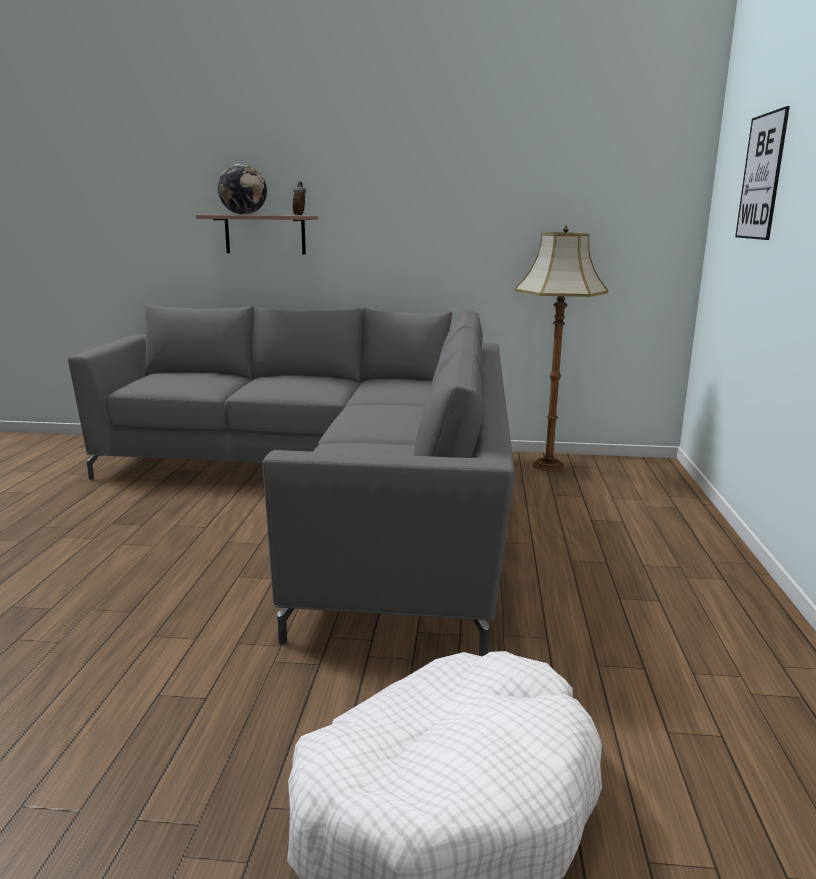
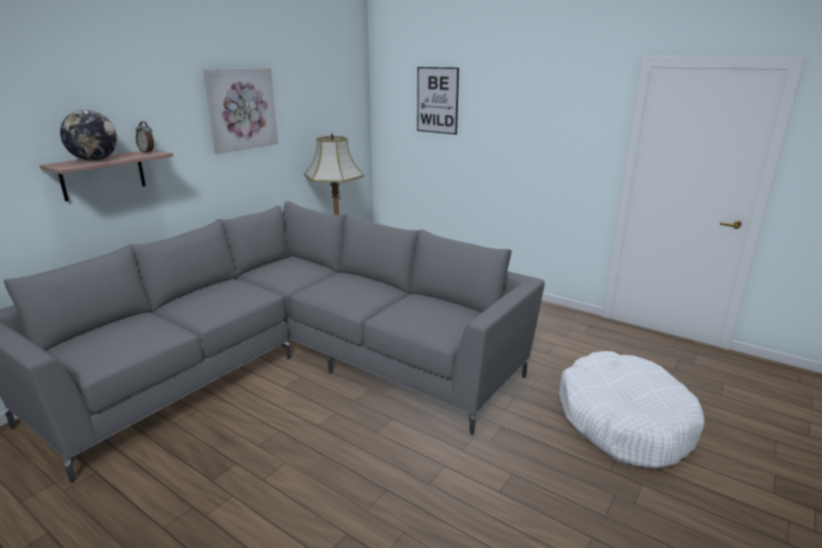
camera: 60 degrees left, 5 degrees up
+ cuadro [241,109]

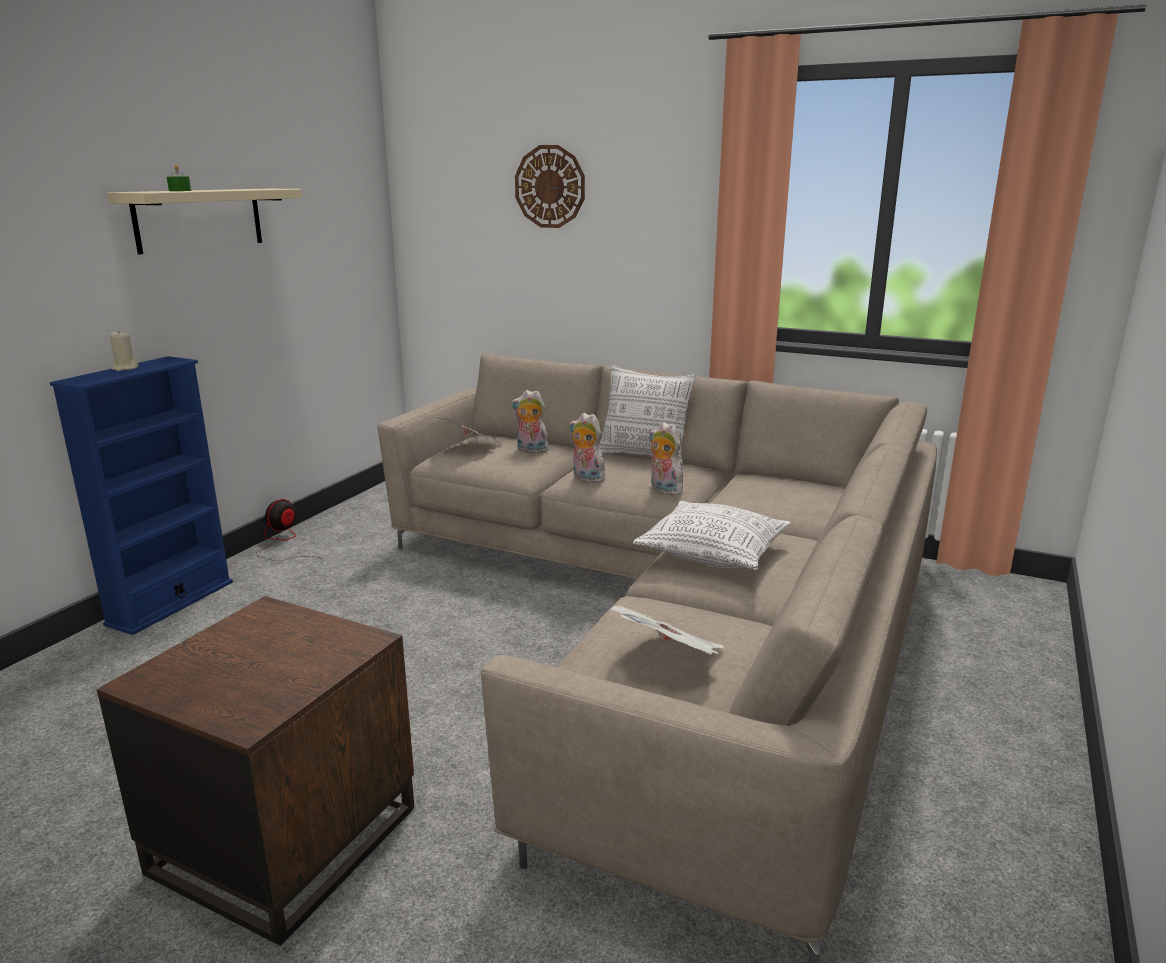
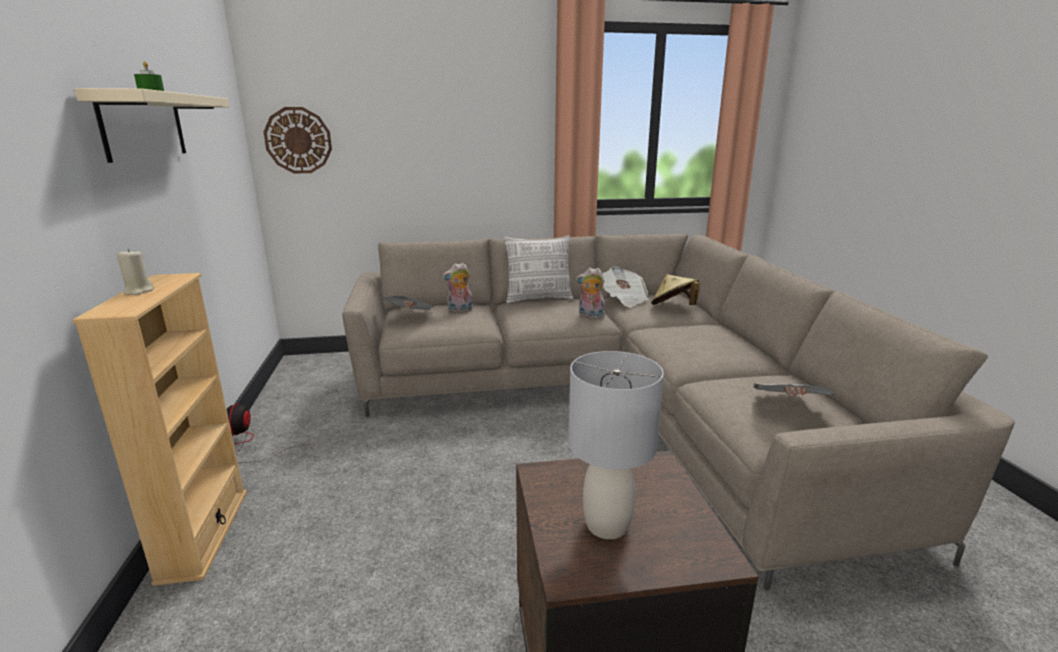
camera: 35 degrees left, 0 degrees up
~ estantería [azul] [171,603] to estantería [beis] [204,534]
~ reloj de pared [550,186] to [298,140]
- peluche [586,479]
- cojín [713,553]
+ lámpara de mesa [gris] [608,525]
+ periódico [624,299]
+ sombrero [beis] [673,307]

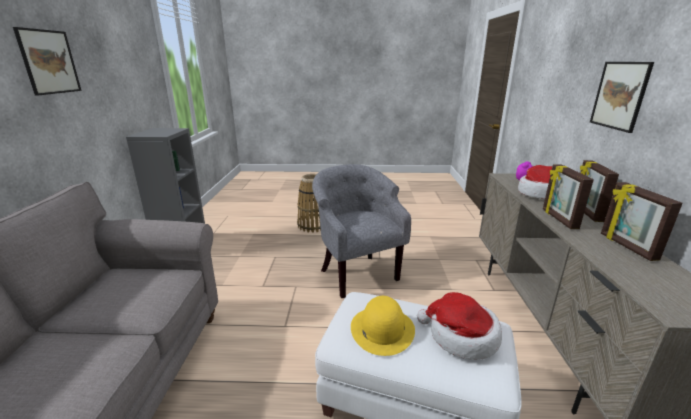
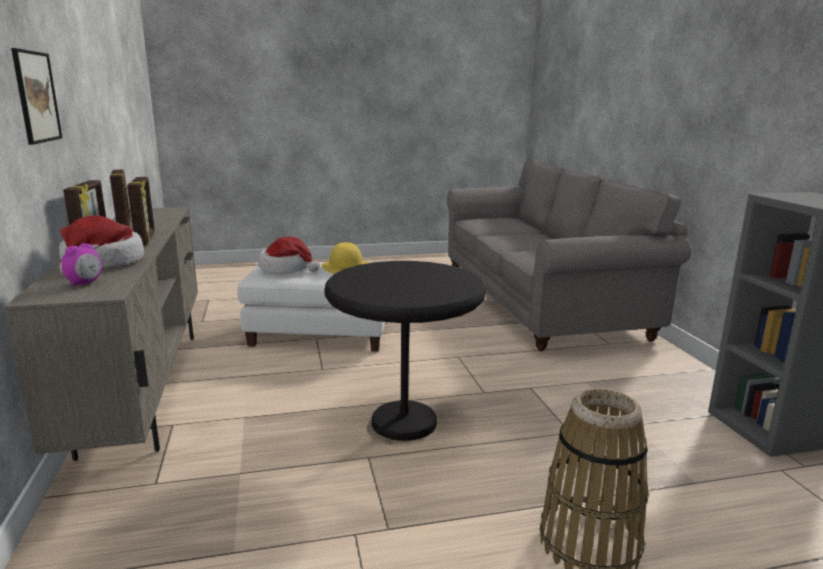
camera: 165 degrees right, 5 degrees down
- cuadro [49,62]
~ sillón [gris] [356,273] to mesa auxiliar [negro] [404,422]

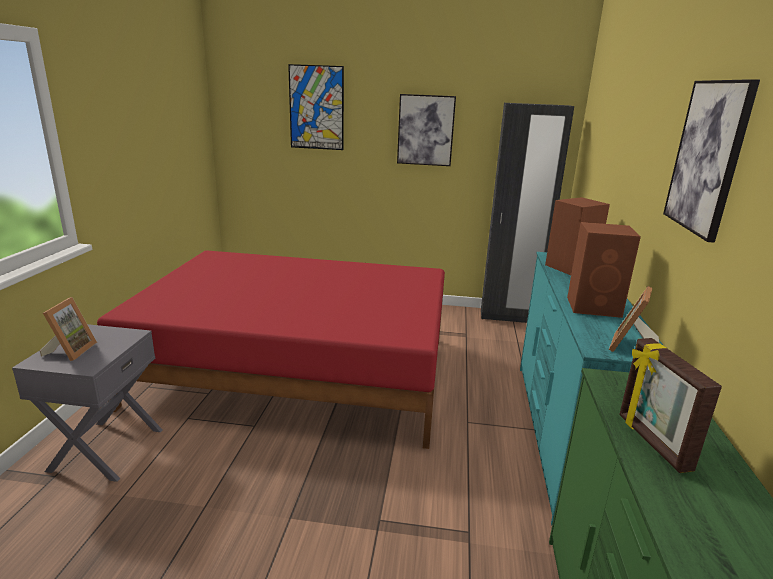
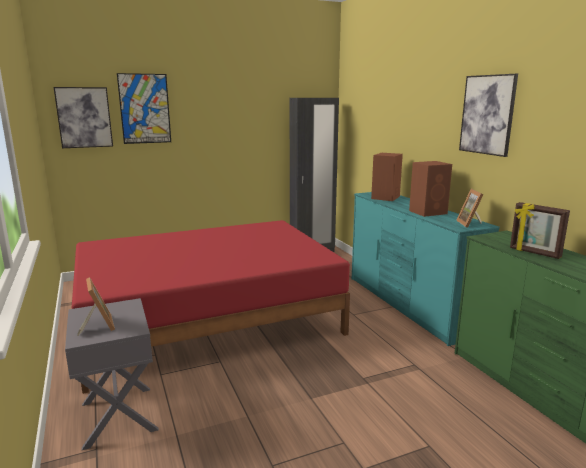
camera: 30 degrees left, 5 degrees down
~ cuadro [425,130] to [84,117]

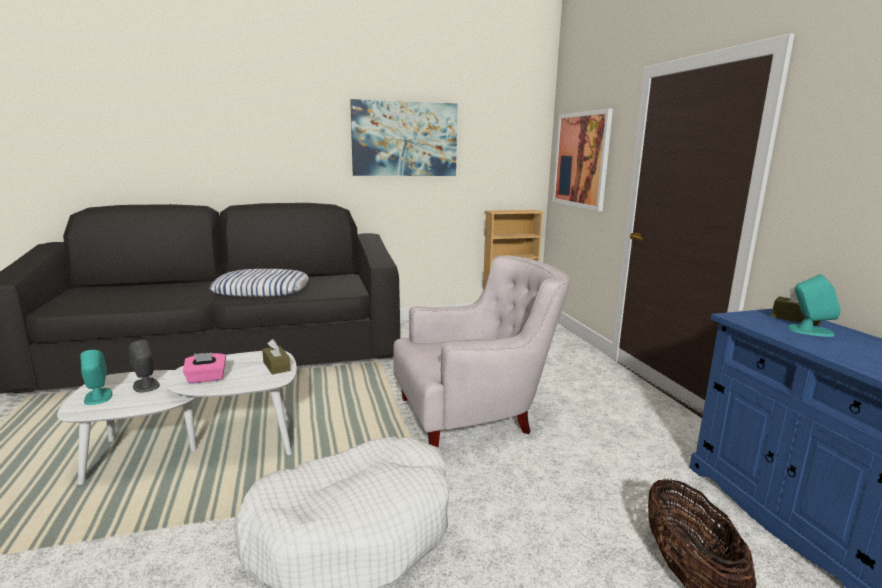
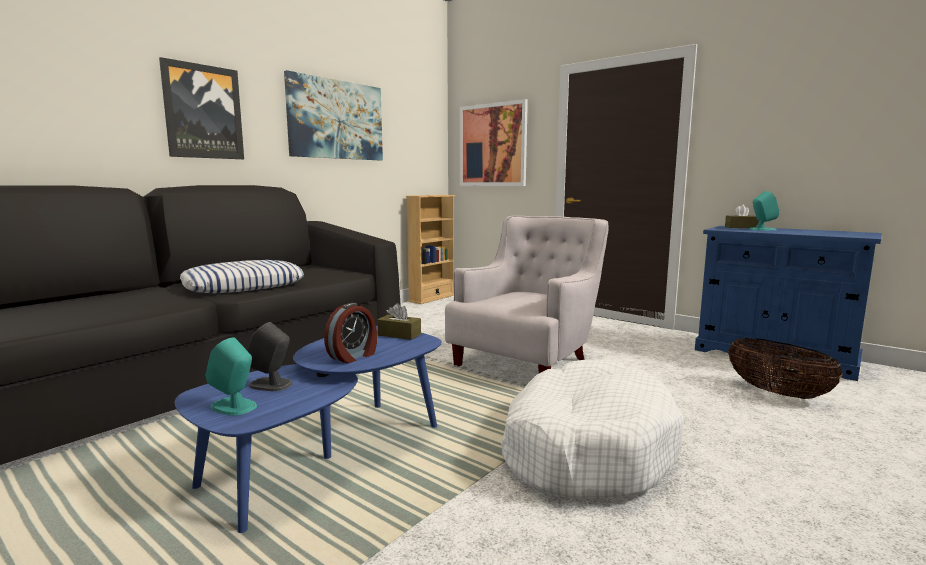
camera: 35 degrees left, 5 degrees down
~ mesa de centro [blanco] [197,448] to mesa de centro [azul] [328,455]
~ caja de pañuelos [rosa] [206,378] to despertador [353,356]
+ cuadro [203,112]

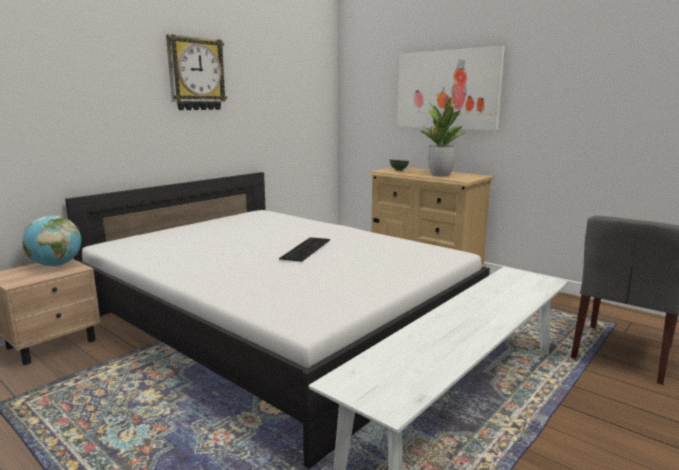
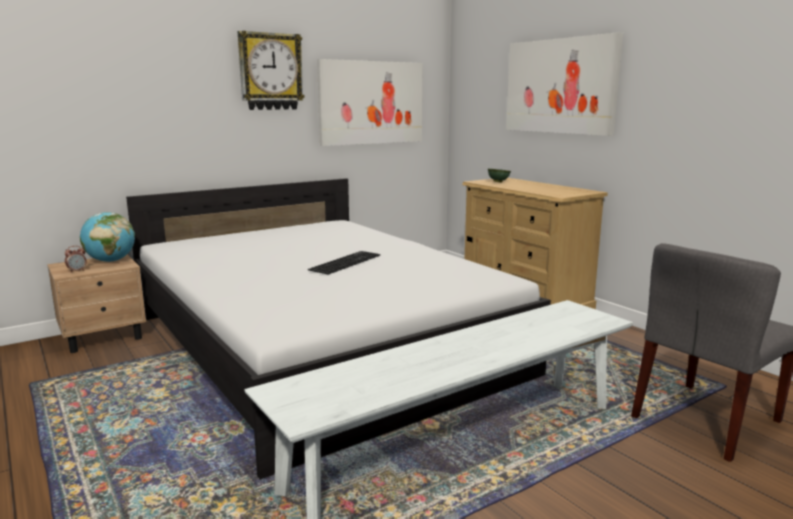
camera: 15 degrees right, 0 degrees up
- planta en maceta [440,175]
+ despertador [77,271]
+ cuadro [371,103]

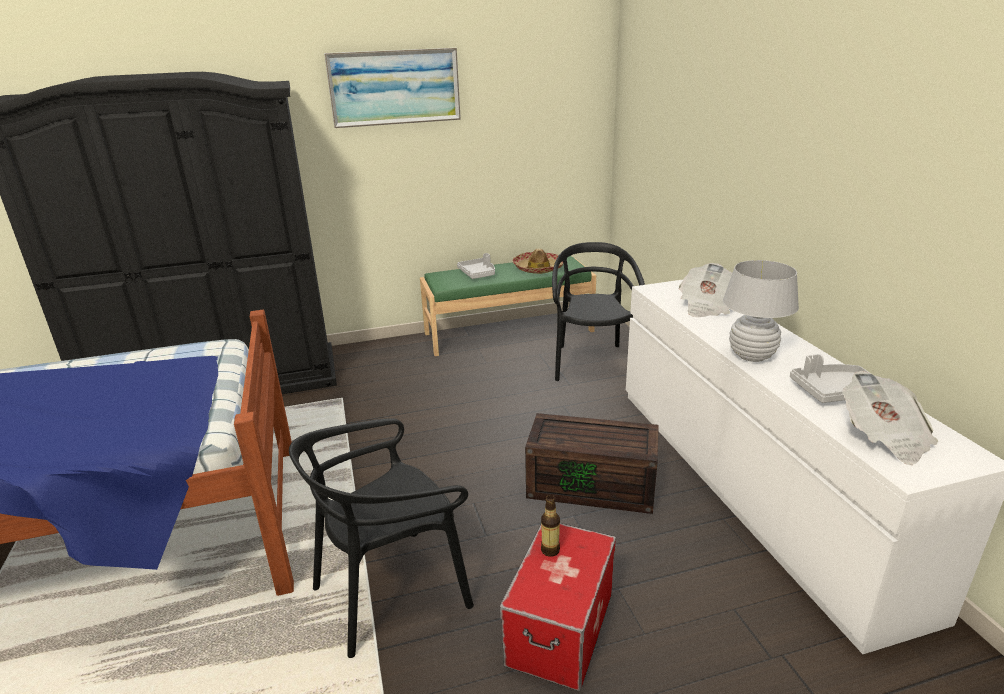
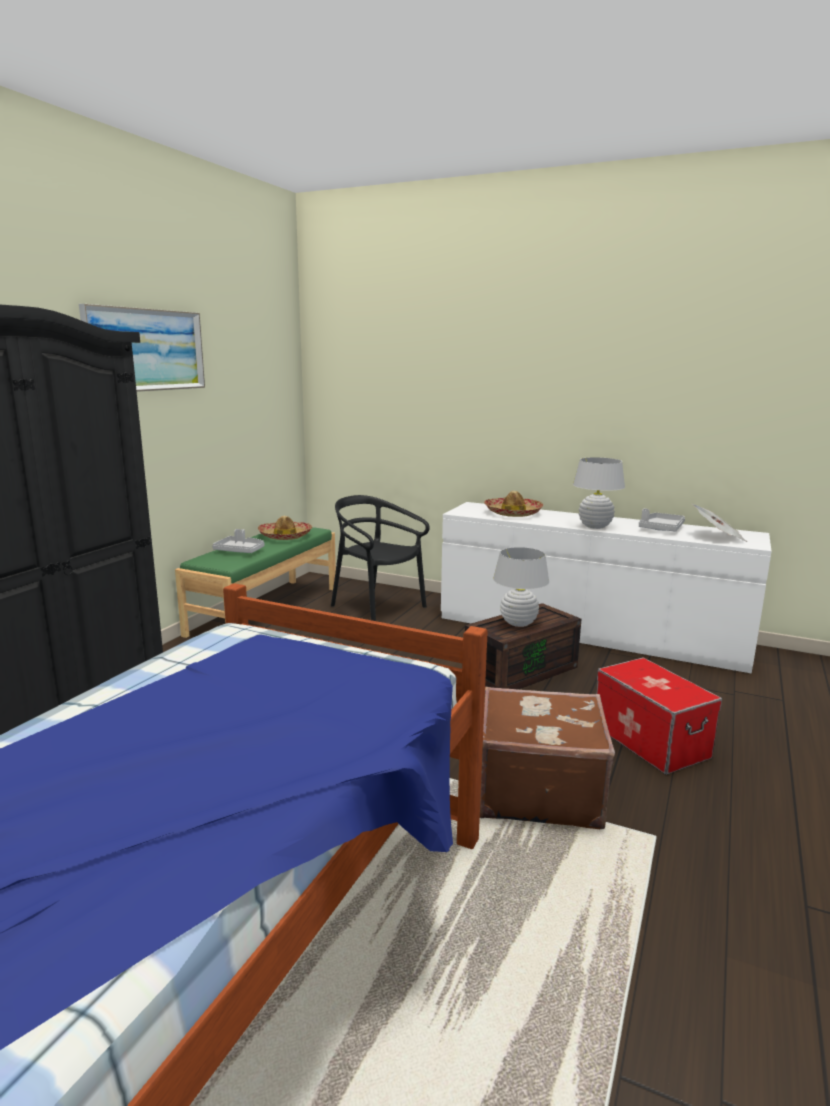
camera: 50 degrees left, 10 degrees down
~ silla [negro] [391,592] to maleta [marrón] [537,790]
- botella [550,550]
~ periódico [706,306] to sombrero [512,513]
+ lámpara de mesa [blanco] [518,623]

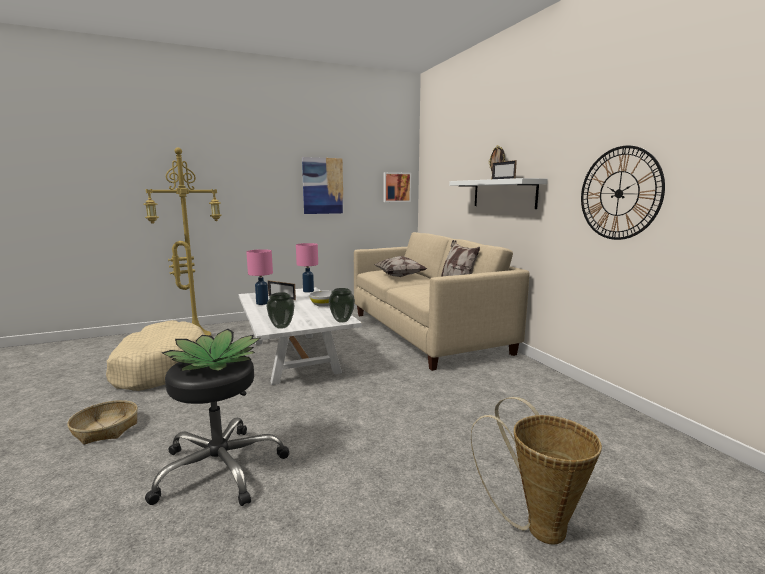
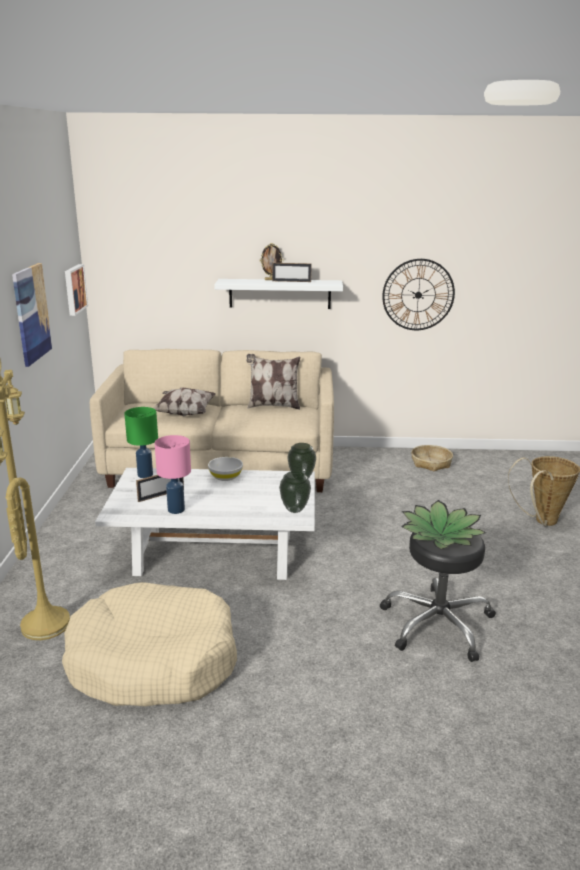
camera: 65 degrees left, 10 degrees up
~ cesta [106,429] to [431,463]
~ lámpara de mesa [rosa] [308,291] to lámpara de mesa [verde] [144,475]

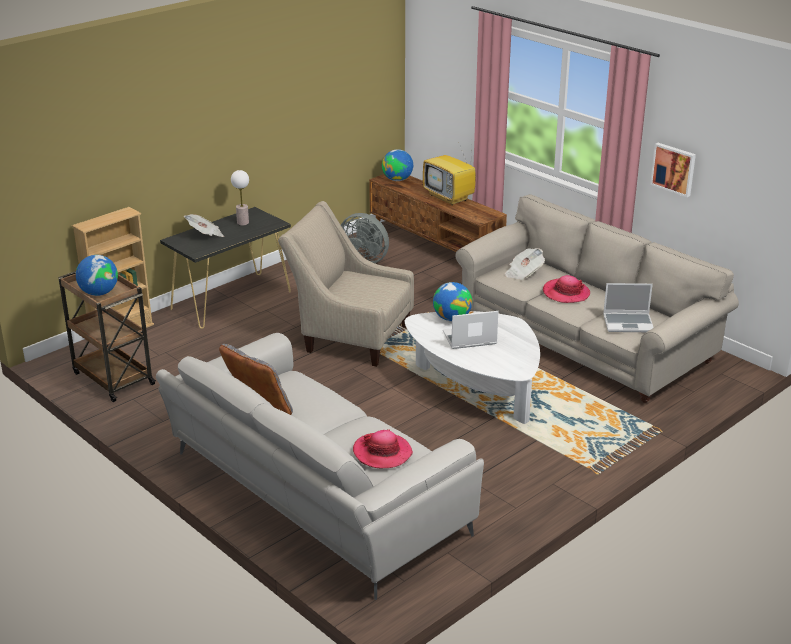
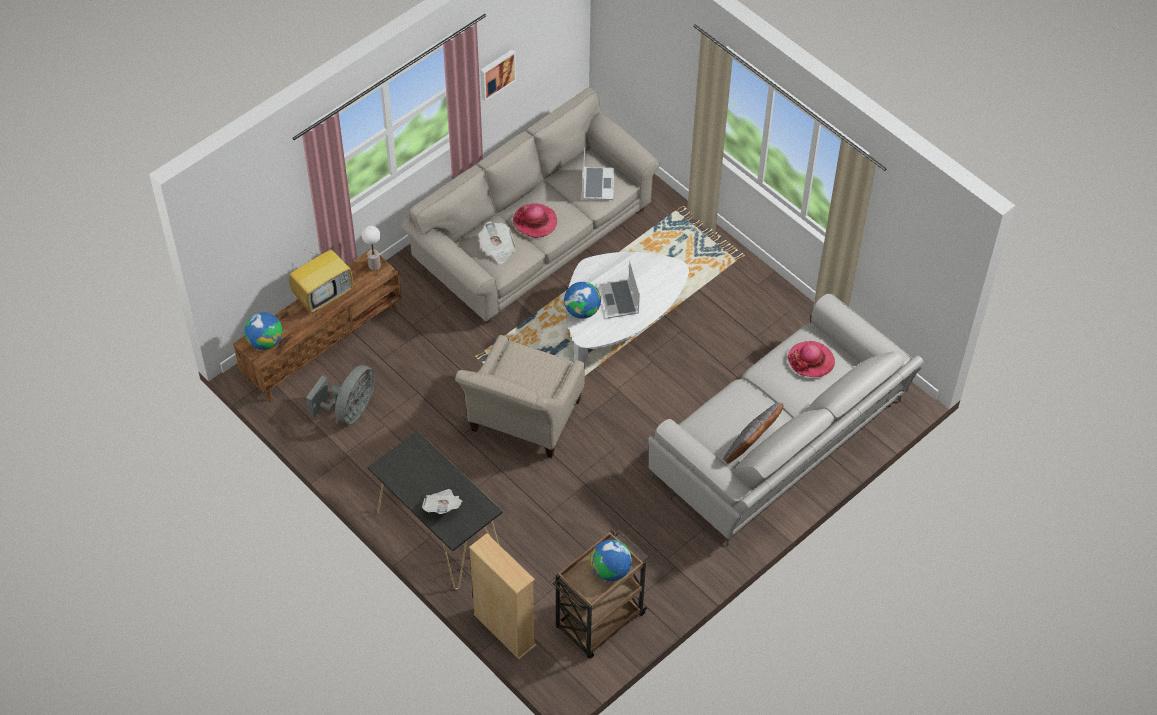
camera: 90 degrees left, 25 degrees up
~ lámpara de mesa [242,223] to [374,265]

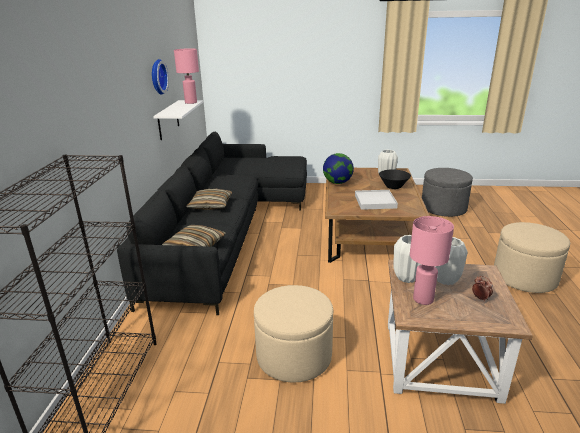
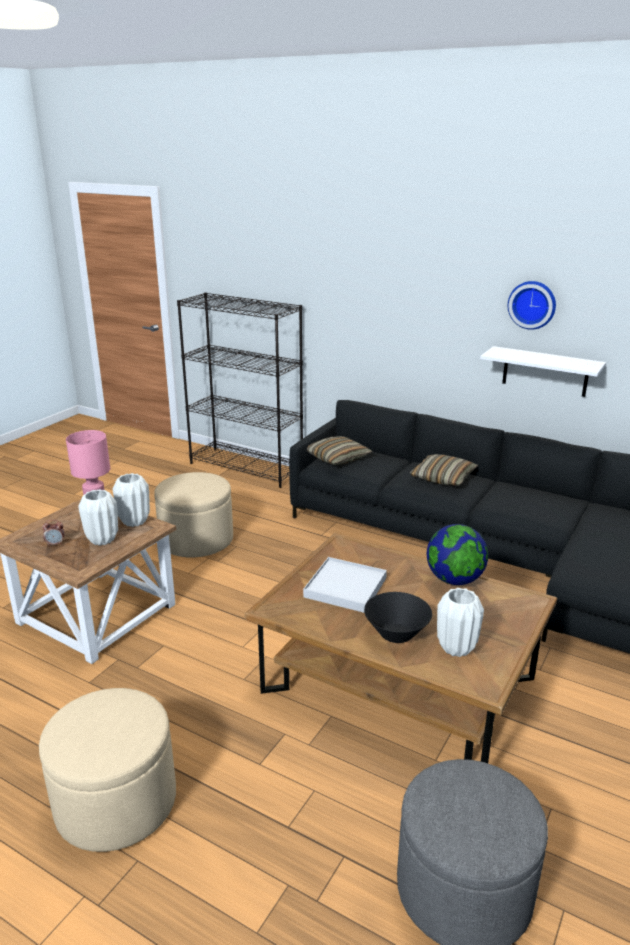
camera: 115 degrees right, 0 degrees up
- lámpara de mesa [rosa] [191,102]

